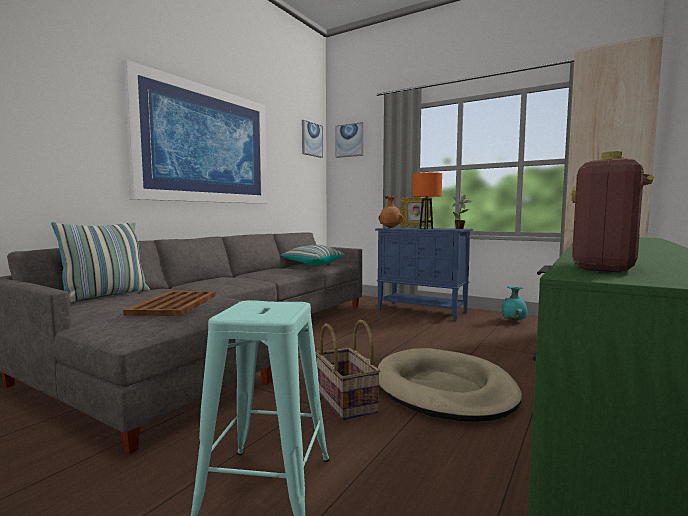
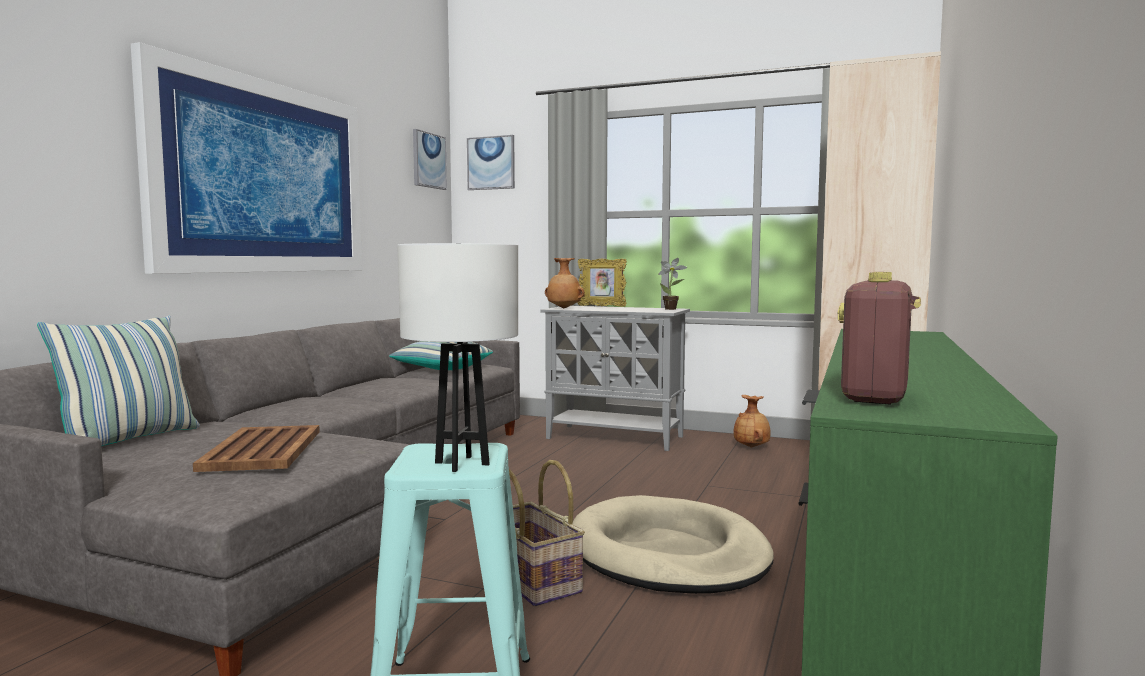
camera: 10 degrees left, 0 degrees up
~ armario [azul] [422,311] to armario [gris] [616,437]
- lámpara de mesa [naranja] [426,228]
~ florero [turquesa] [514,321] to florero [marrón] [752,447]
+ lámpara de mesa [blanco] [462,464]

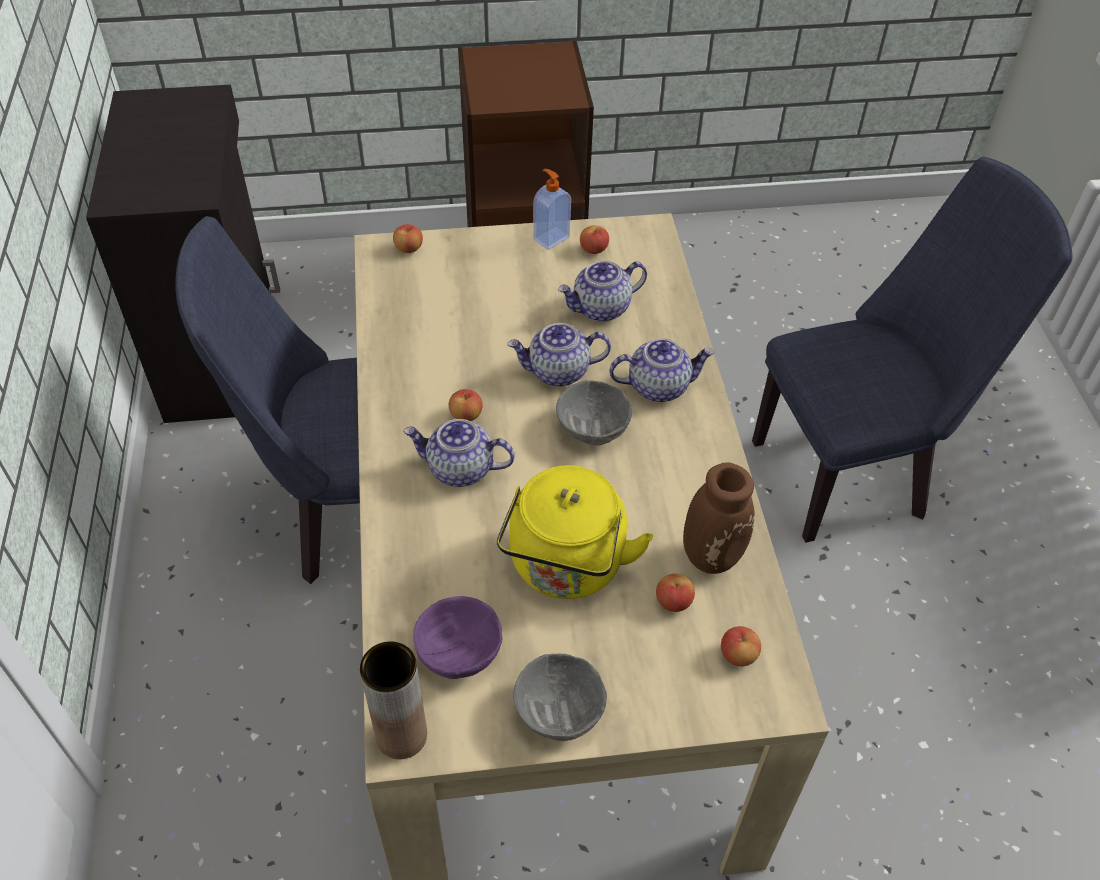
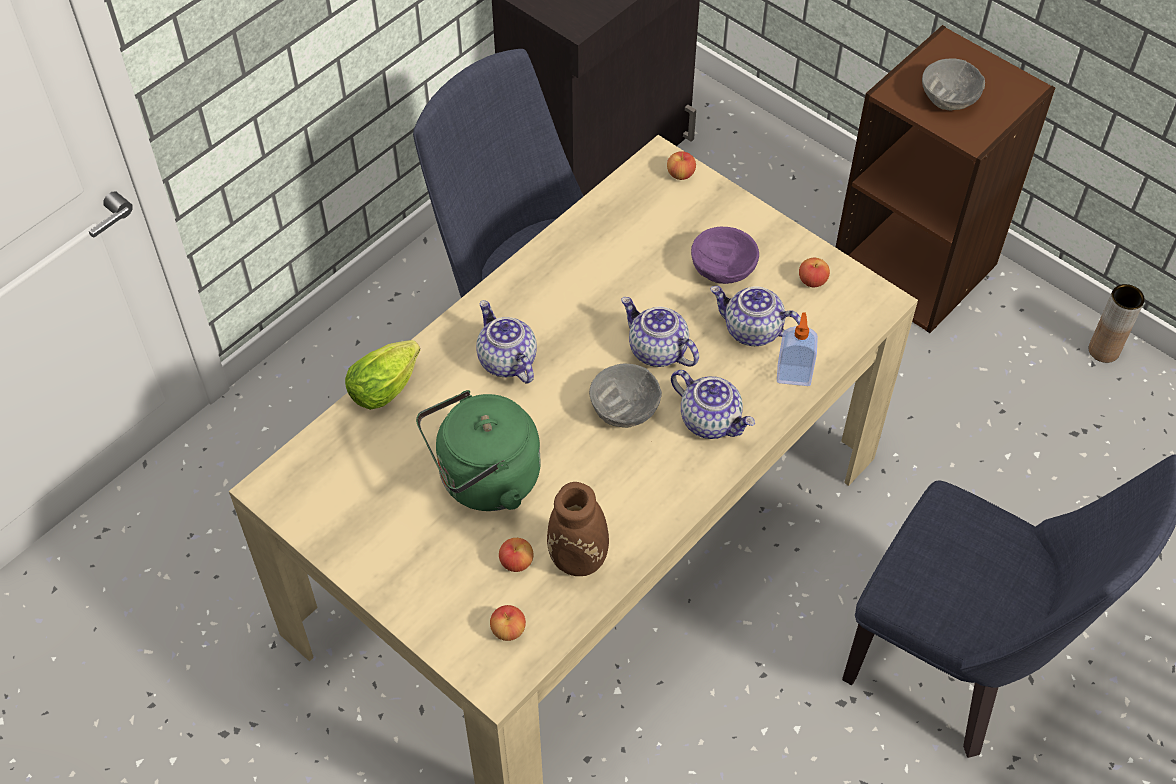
camera: 50 degrees right, 5 degrees up
~ florero [marrón] [401,735] to [1103,350]
~ cuenco [morado] [459,652] to [723,269]
- manzana [466,415]
~ hervidor [amarillo] [566,568] to hervidor [verde] [484,480]
~ cuenco [gris] [559,711] to [949,99]
~ dispensador de jabón [550,238] to [794,374]
+ lechuga [388,385]

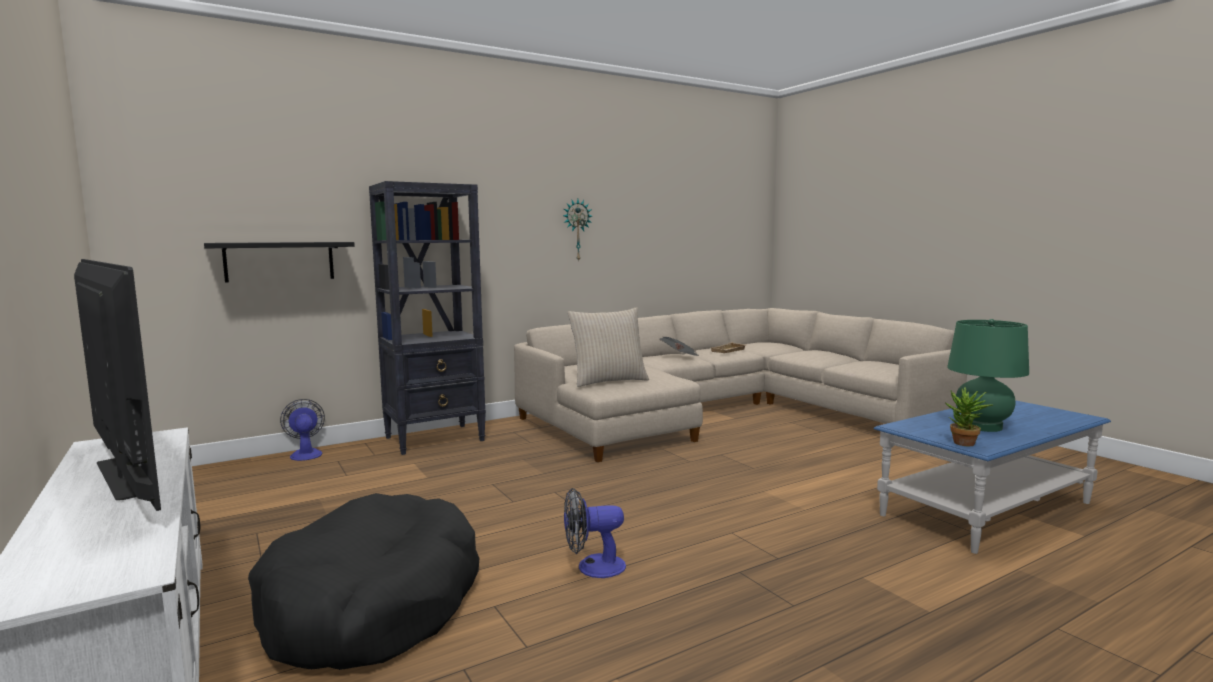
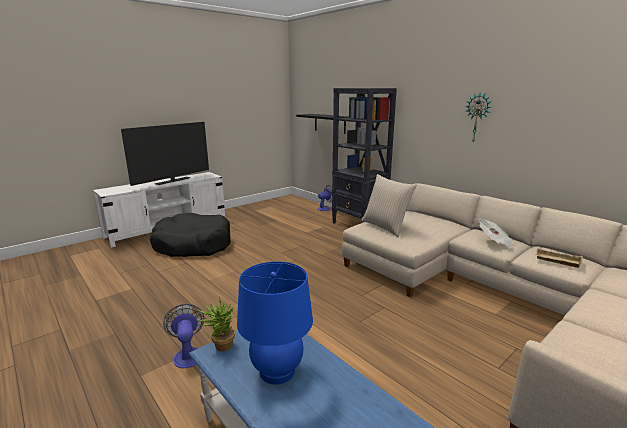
camera: 80 degrees right, 10 degrees up
~ ventilador [592,567] to [188,354]
~ lámpara de mesa [verde] [982,426] to lámpara de mesa [azul] [277,371]

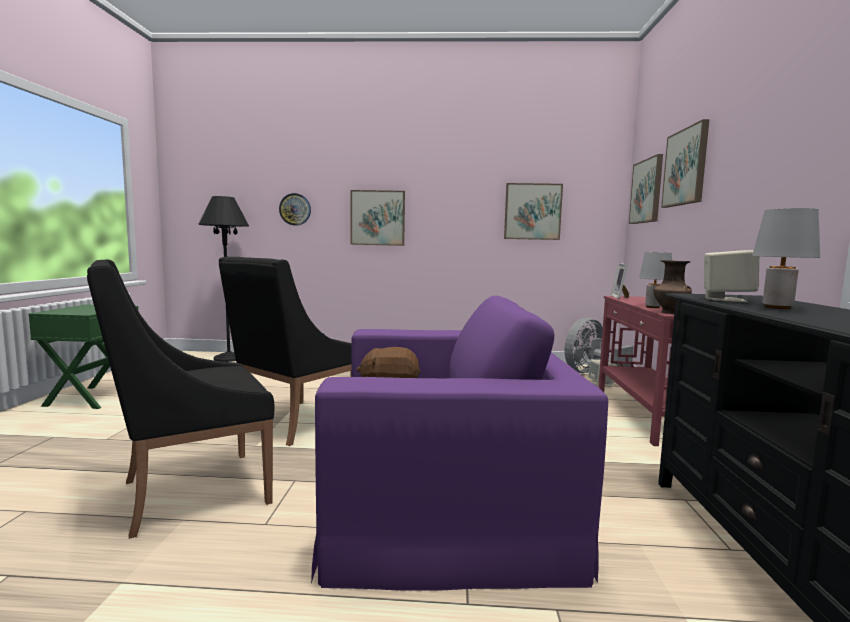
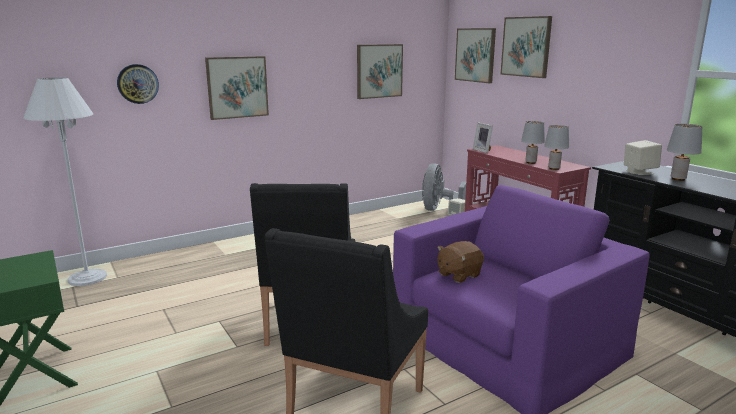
camera: 35 degrees left, 10 degrees up
~ lámpara de pie [negro] [229,358] to lámpara de pie [blanco] [87,278]
~ florero [marrón] [669,312] to lámpara de mesa [gris] [553,168]

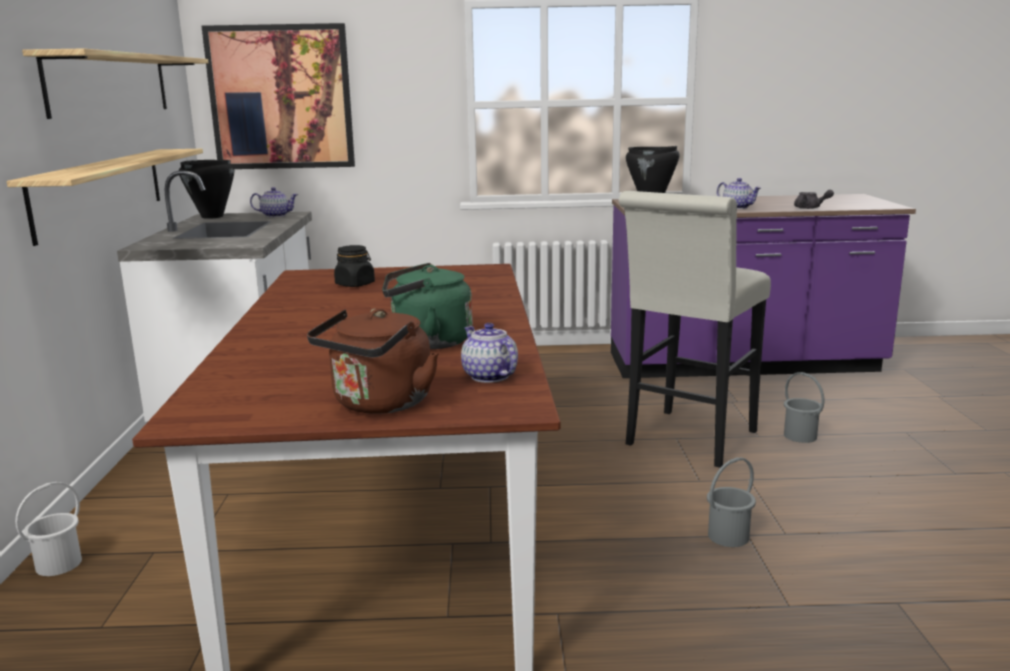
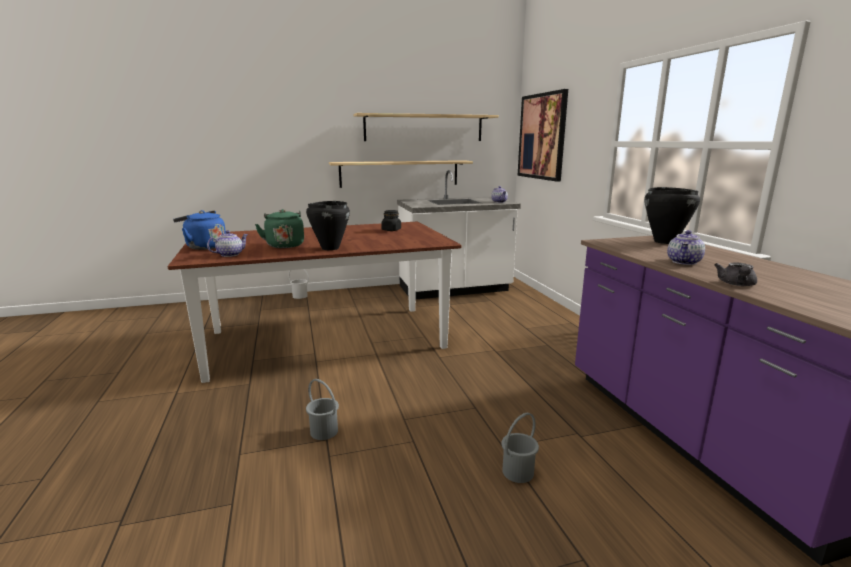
camera: 75 degrees right, 0 degrees up
~ olla [negro] [212,217] to [330,248]
~ hervidor [marrón] [379,404] to hervidor [azul] [204,247]
- taburete [blanco] [687,441]

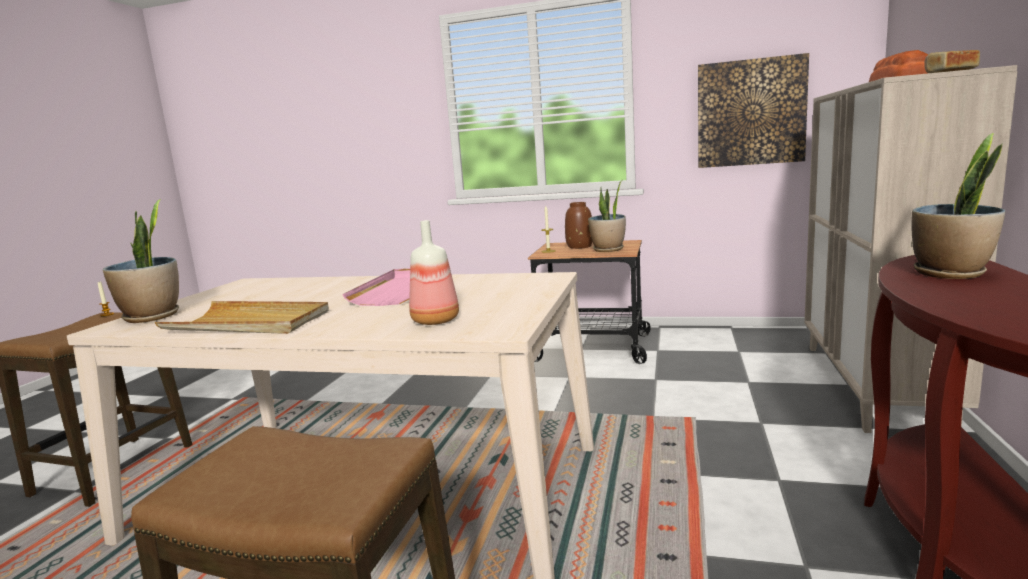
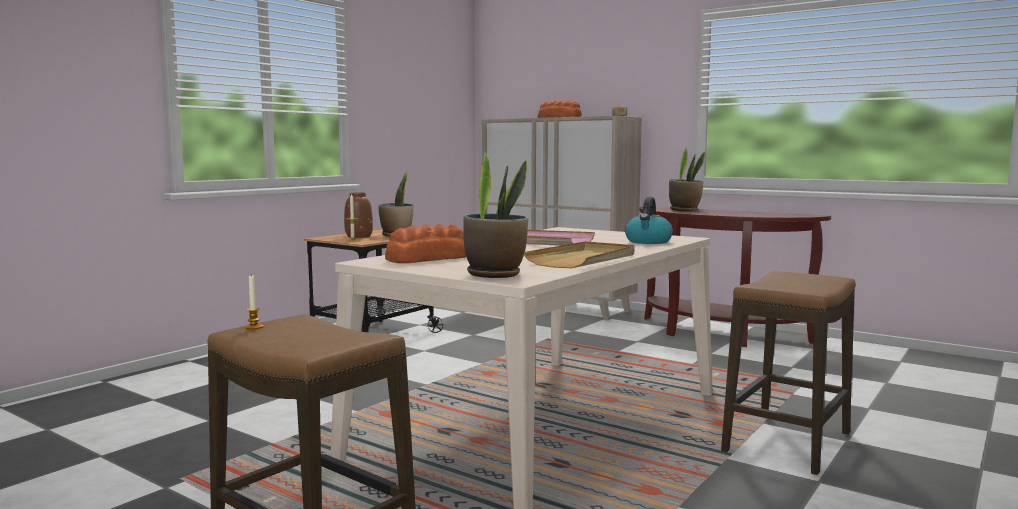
camera: 70 degrees left, 5 degrees down
~ botella [436,321] to hervidor [648,241]
- cuadro [750,113]
+ pan [427,258]

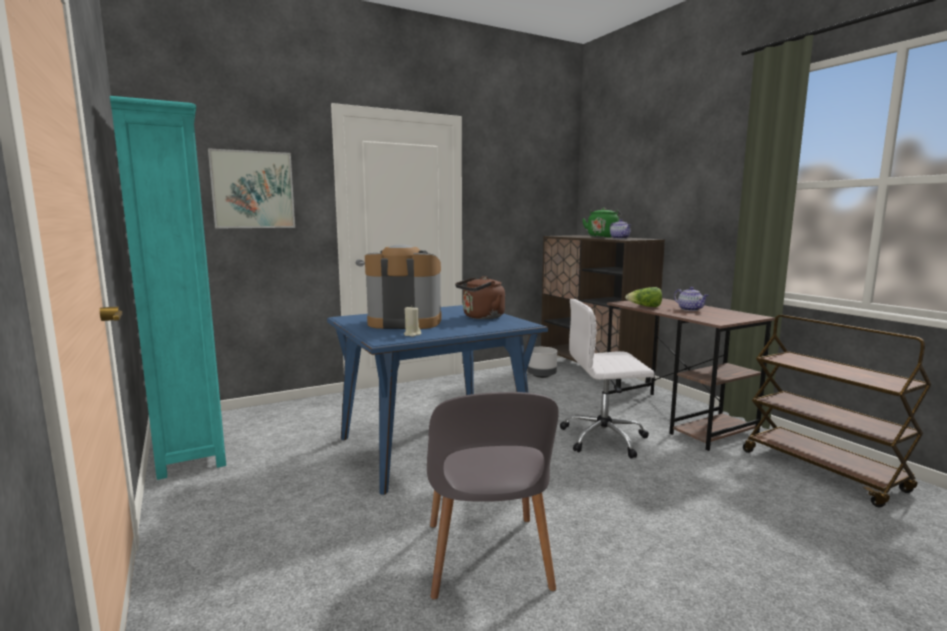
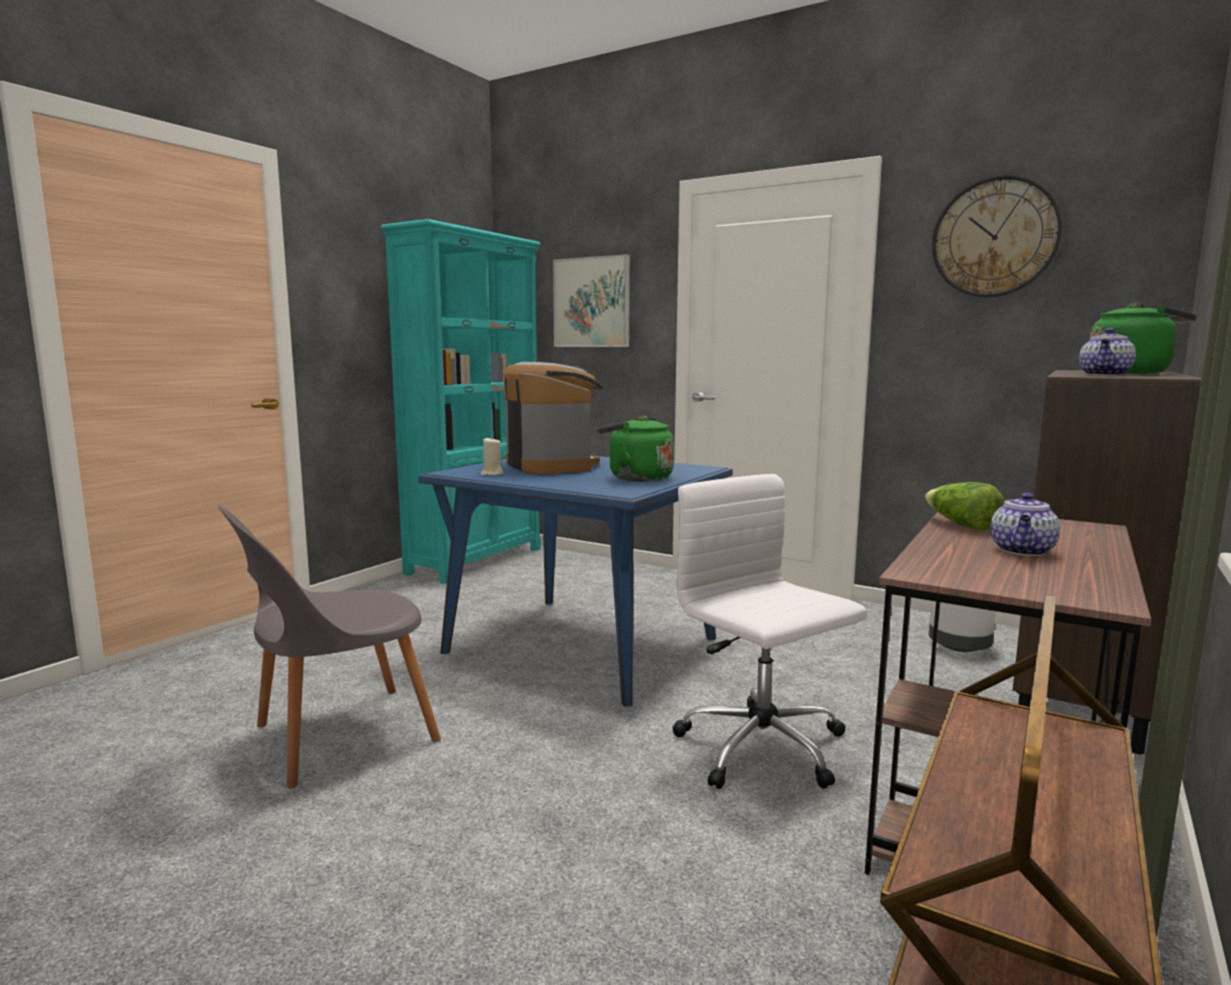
camera: 60 degrees right, 0 degrees up
~ hervidor [marrón] [481,317] to hervidor [verde] [636,478]
+ reloj de pared [994,238]

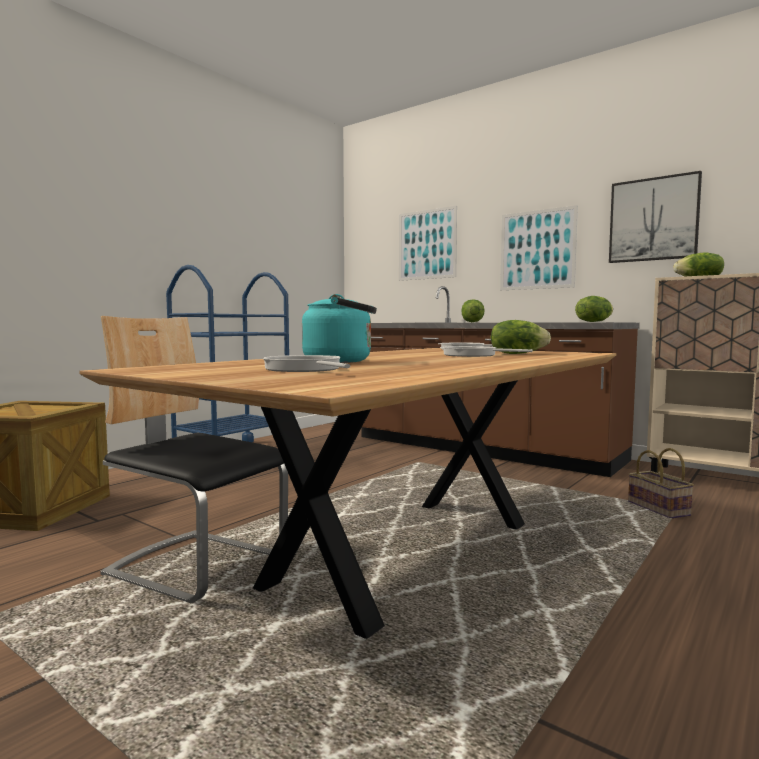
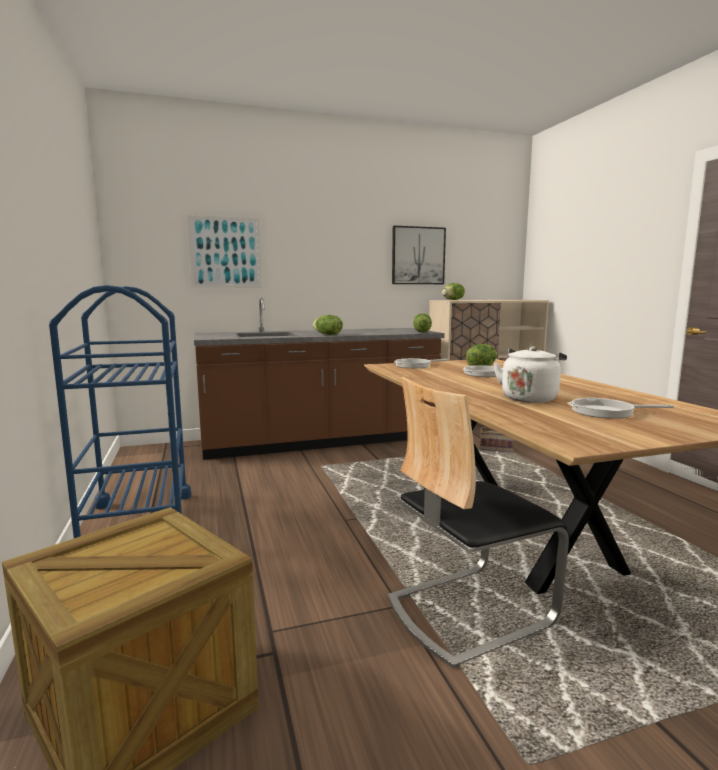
camera: 55 degrees left, 5 degrees up
~ hervidor [turquesa] [342,361] to hervidor [blanco] [529,398]
- cuadro [537,250]

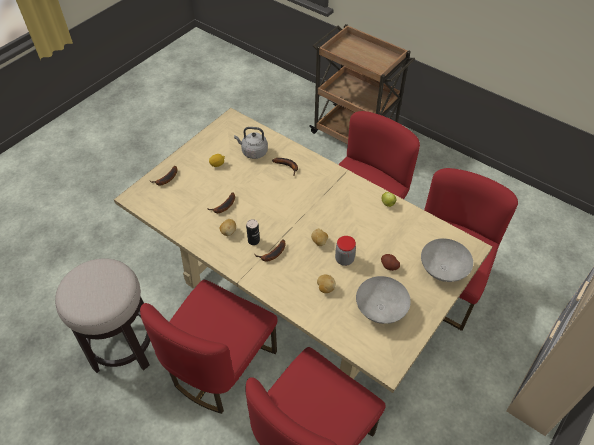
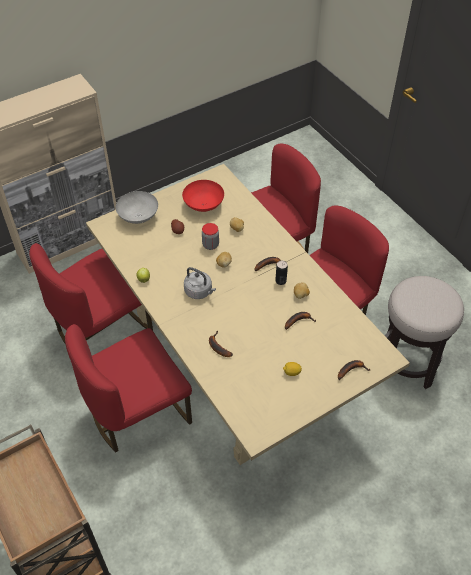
camera: 160 degrees left, 0 degrees up
~ hervidor [gris] [253,152] to [199,292]
~ cuenco [gris] [380,309] to cuenco [rojo] [204,205]

